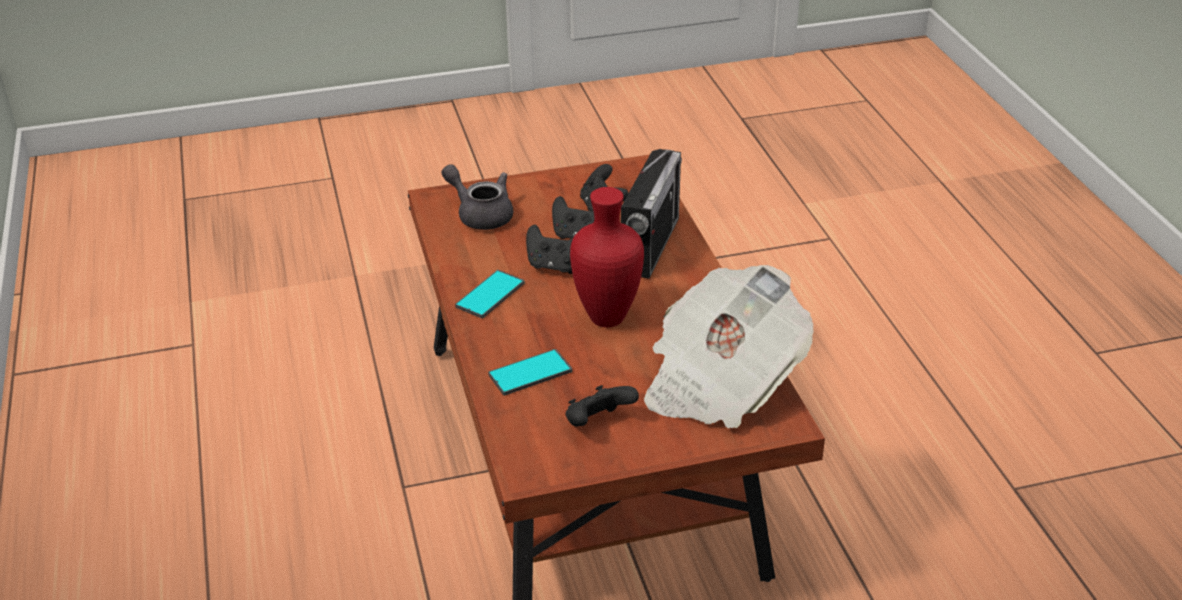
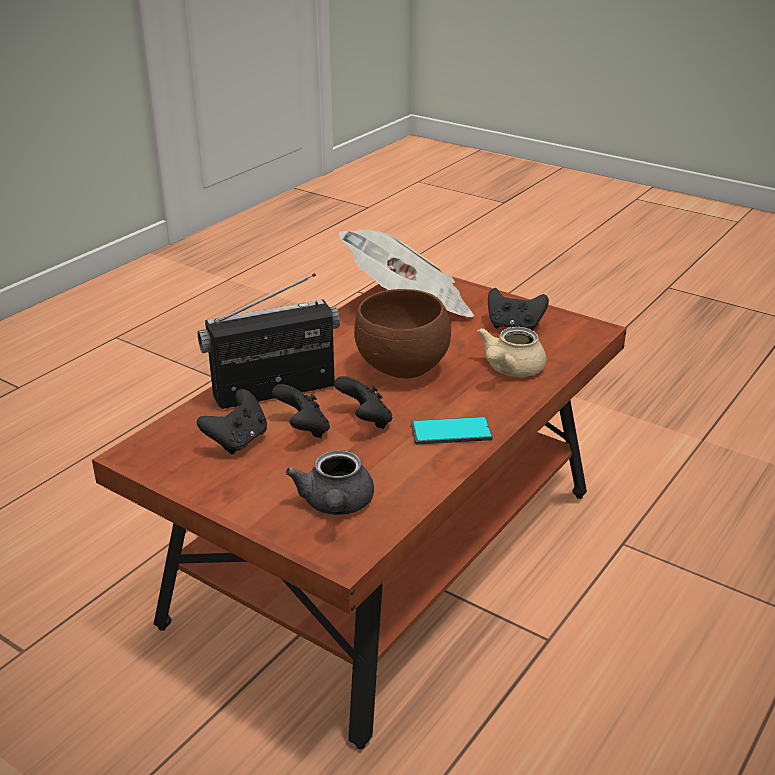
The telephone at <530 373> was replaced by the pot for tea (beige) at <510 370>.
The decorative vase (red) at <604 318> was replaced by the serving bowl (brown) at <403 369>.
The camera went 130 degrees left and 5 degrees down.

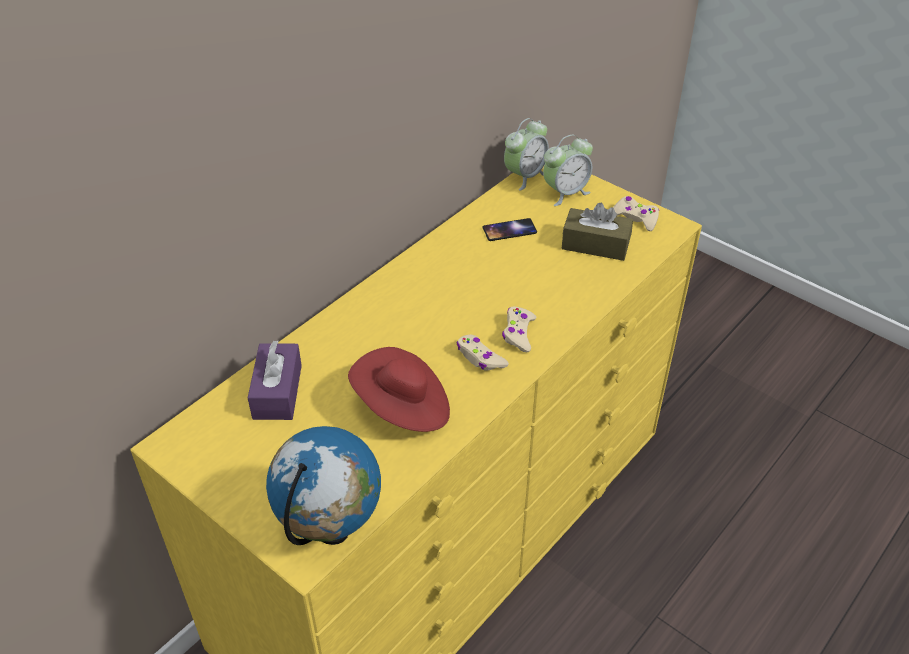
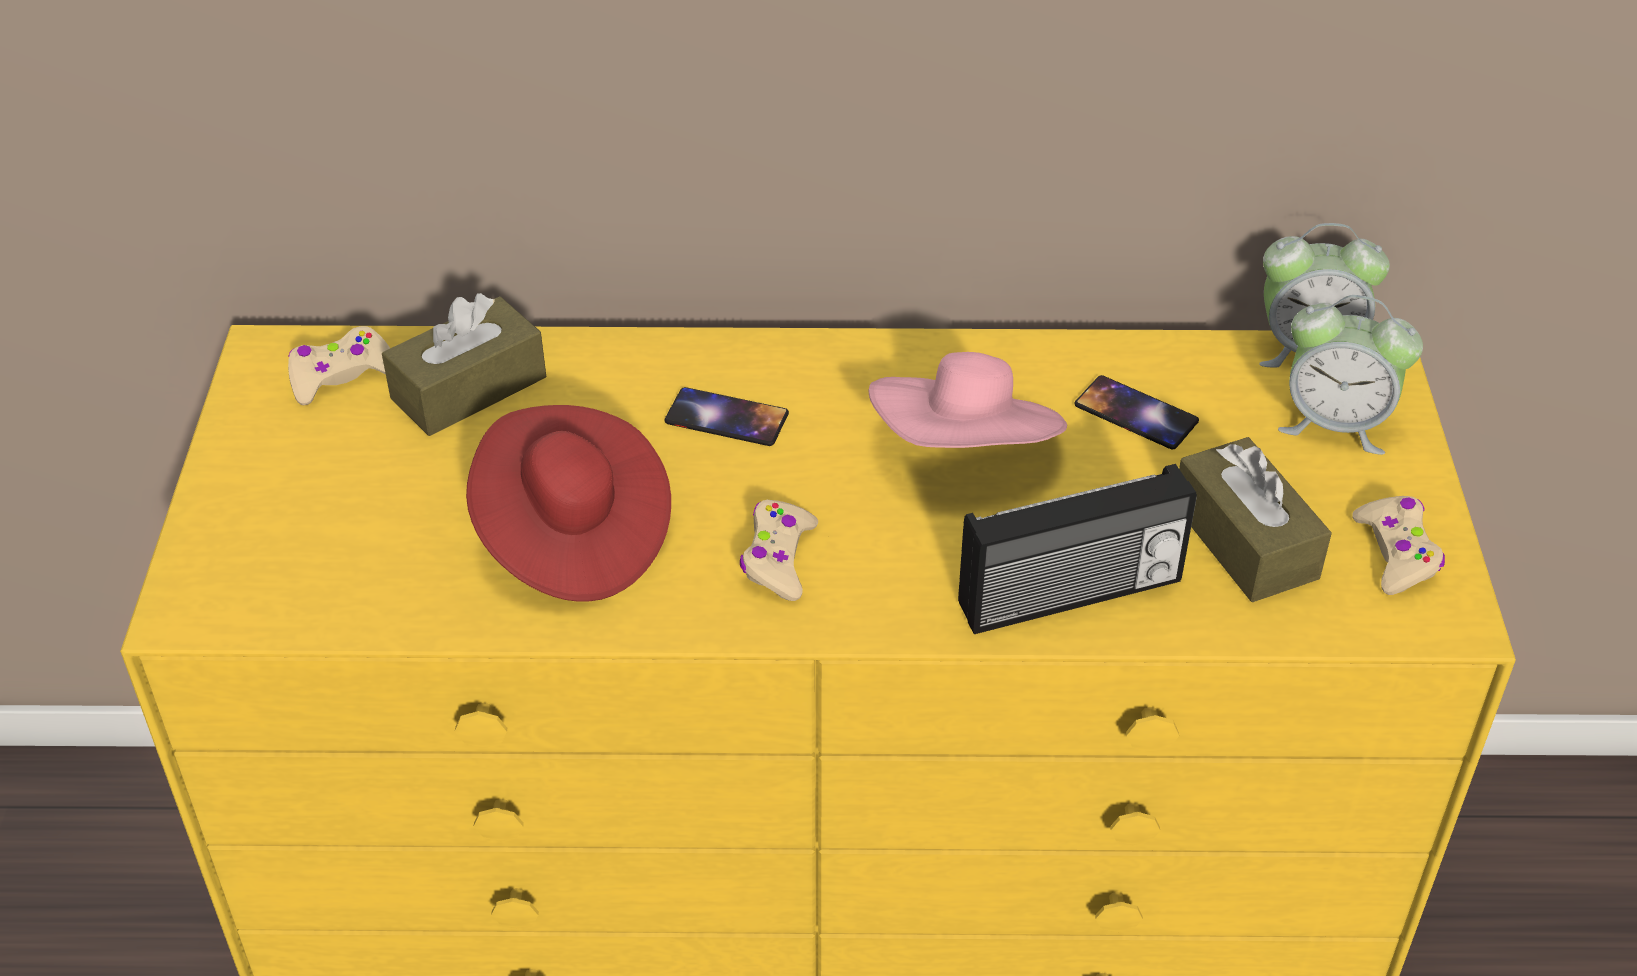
The desk globe at <332 531> disappeared.
The telephone at <726 418> appeared.
The hat (pink-coloured) at <966 450> appeared.
The radio receiver at <1071 596> appeared.
The joypad (beige) moved from <518 333> to <341 375>.
The tissue holder (purple) at <277 392> became the tissue holder (brown) at <469 388>.
The camera went 50 degrees right and 0 degrees up.

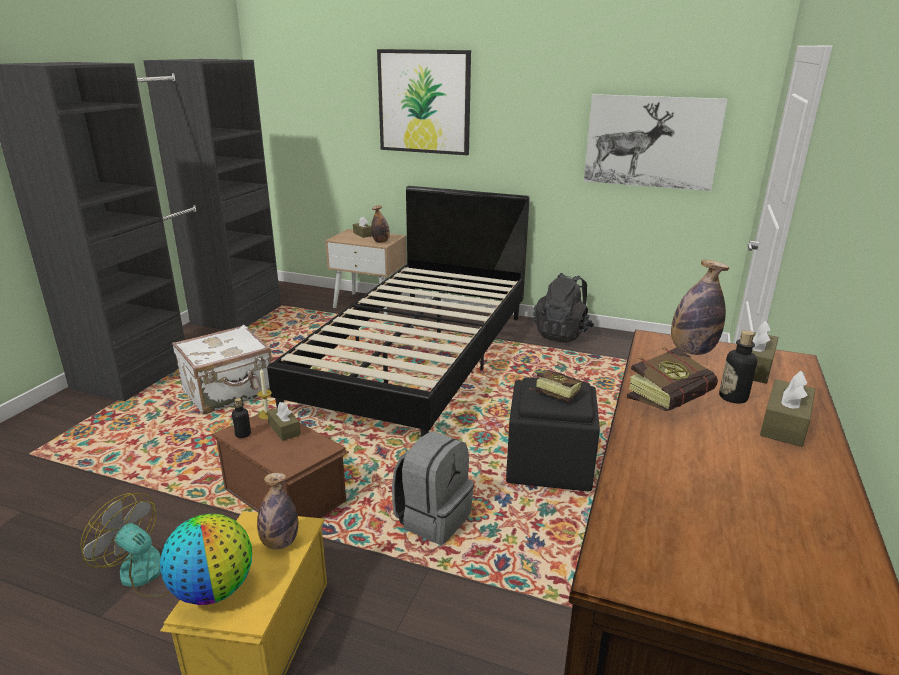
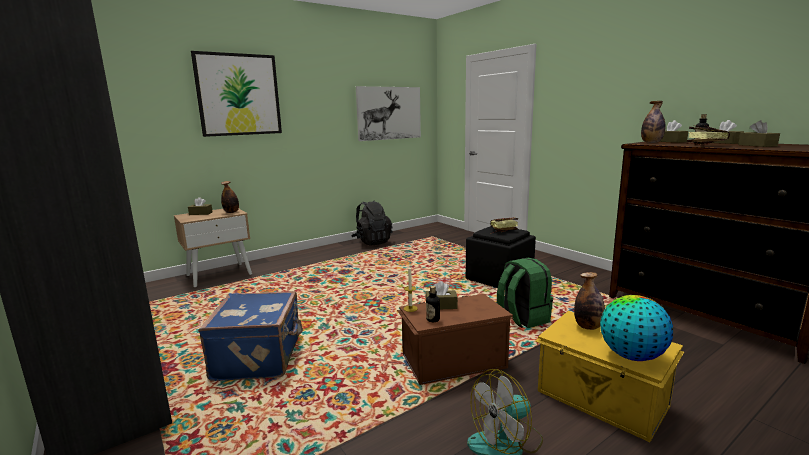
The sleeping bed (blackish) at <418 360> disappeared.
The tissue holder (brown) at <757 145> appeared.
The piece of luggage (white) at <229 392> became the piece of luggage (blue) at <260 357>.
The rucksack (gray) at <433 518> became the rucksack (green-coloured) at <522 318>.
The camera went 55 degrees left and 10 degrees down.

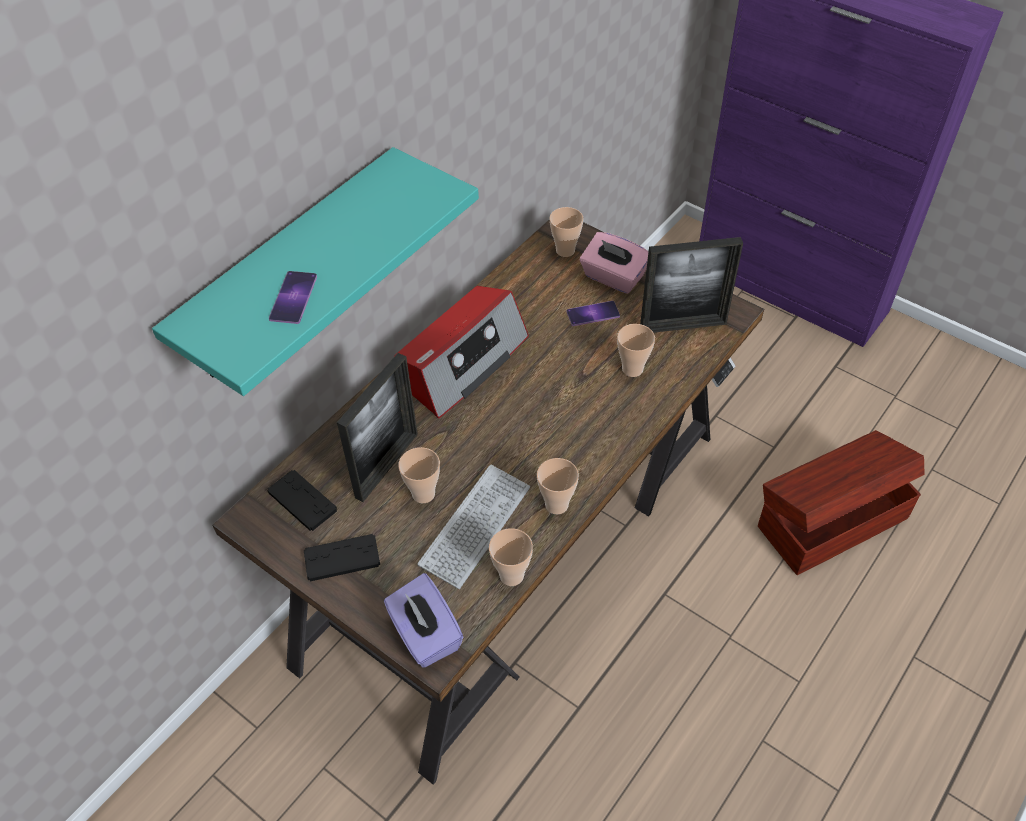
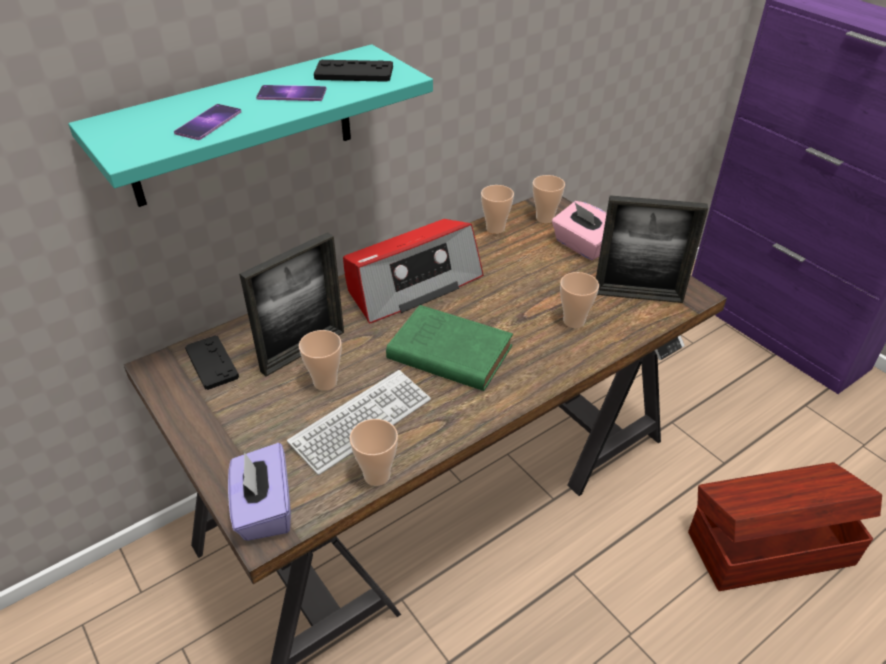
The book (green-coloured) at <447 352> appeared.
The joypad (blackish) moved from <342 558> to <354 73>.
The small cup moved from <556 504> to <495 229>.
The telephone moved from <593 313> to <291 94>.
The camera went 15 degrees right and 10 degrees down.

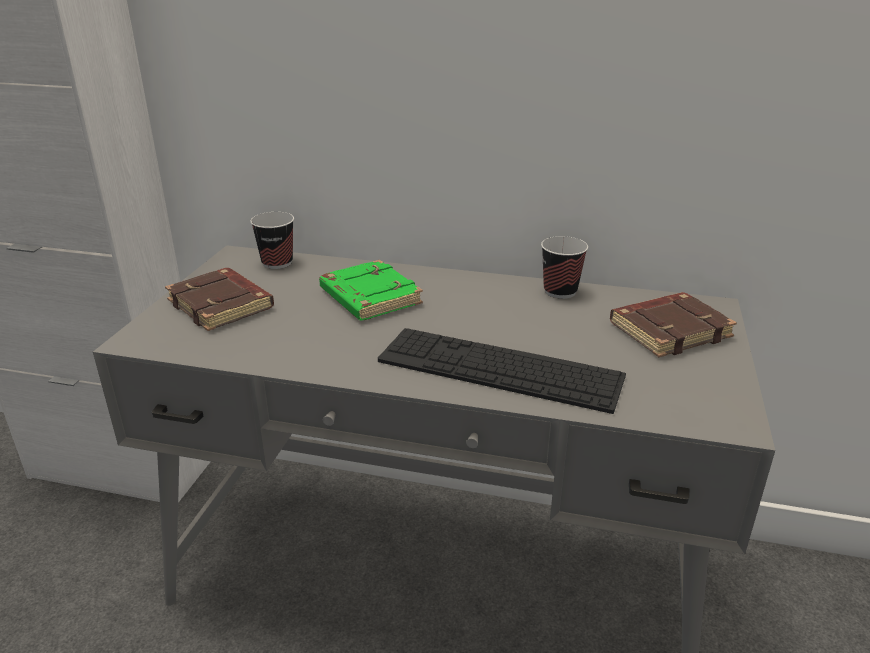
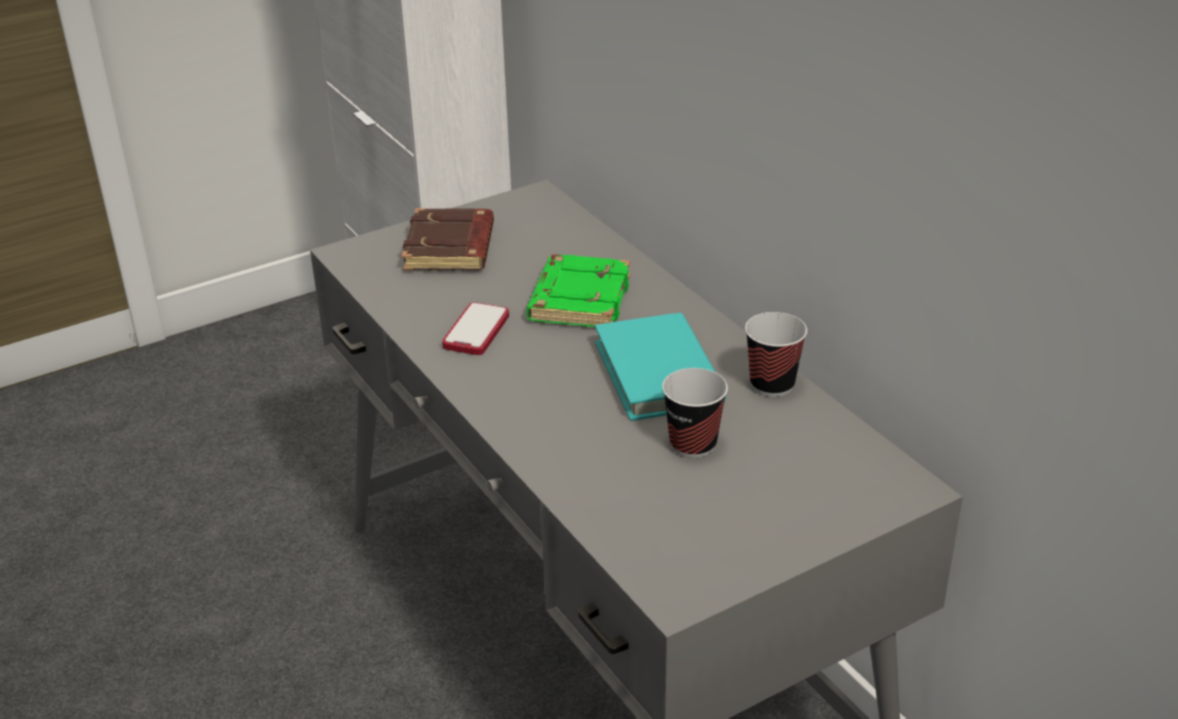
The computer keyboard at <499 368> disappeared.
The book (brown) at <669 330> disappeared.
The telephone at <476 331> appeared.
The book (blue-green) at <658 373> appeared.
The small cup moved from <277 263> to <693 444>.
The camera went 45 degrees right and 5 degrees up.

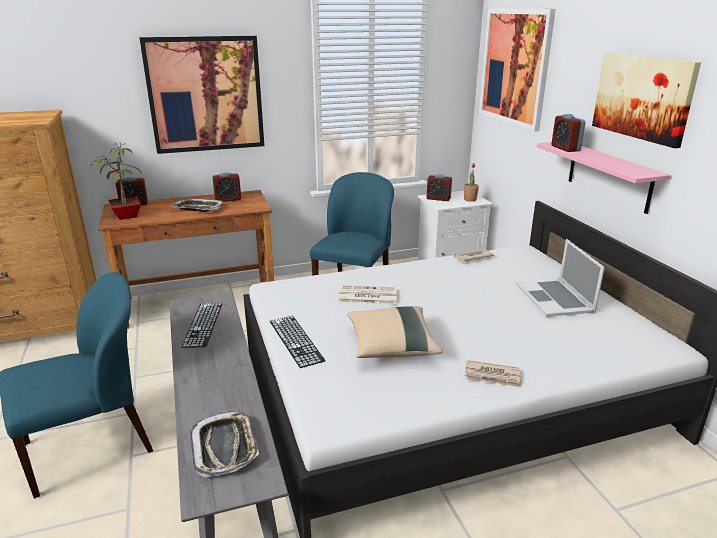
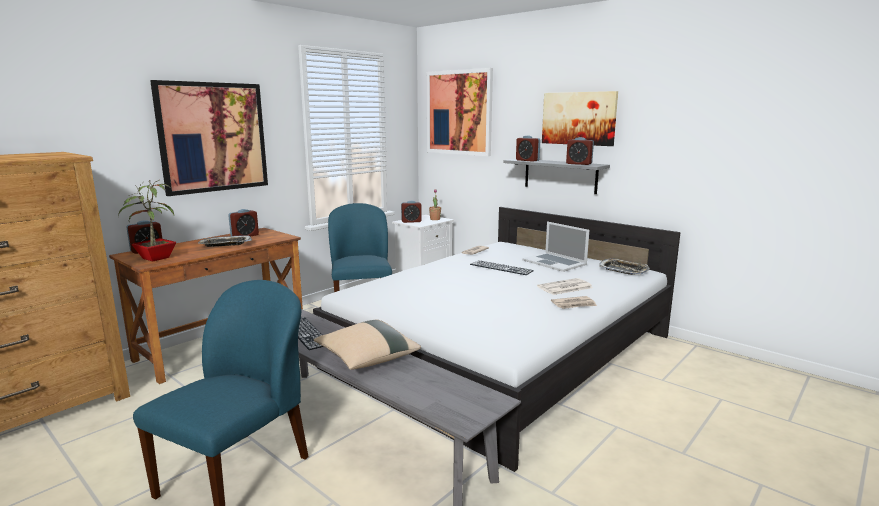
The table clock at <579 164> appeared.
The serving tray moved from <225 447> to <623 270>.
The computer keyboard moved from <296 340> to <501 267>.
The printed paper moved from <367 296> to <564 287>.
The throw pillow (beige) moved from <391 346> to <366 358>.
The bracket shelf (pink-coloured) at <609 176> became the bracket shelf (gray) at <560 175>.
The camera went 30 degrees left and 10 degrees down.

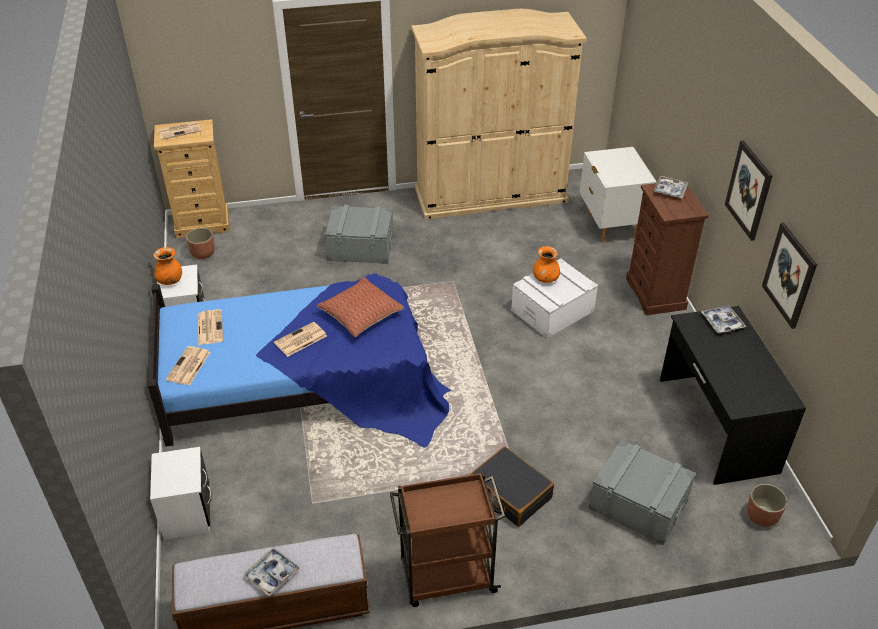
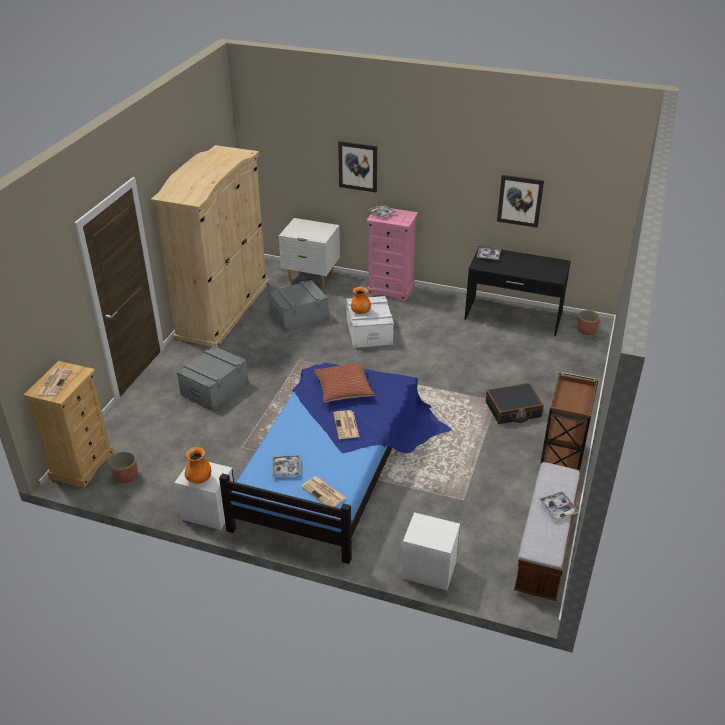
The storage bin (gray) moved from <638 504> to <299 316>.
The wall art moved from <749 190> to <358 166>.
The printed paper at <210 327> was replaced by the serving tray at <286 469>.
The chest of drawers (brown) at <656 294> became the chest of drawers (pink-coloured) at <391 289>.
The camera went 60 degrees left and 5 degrees down.

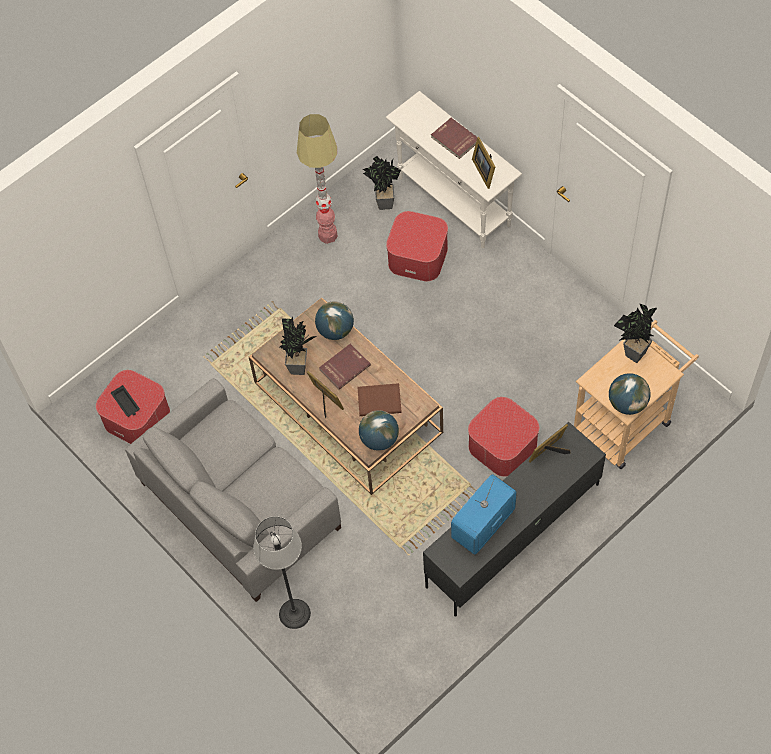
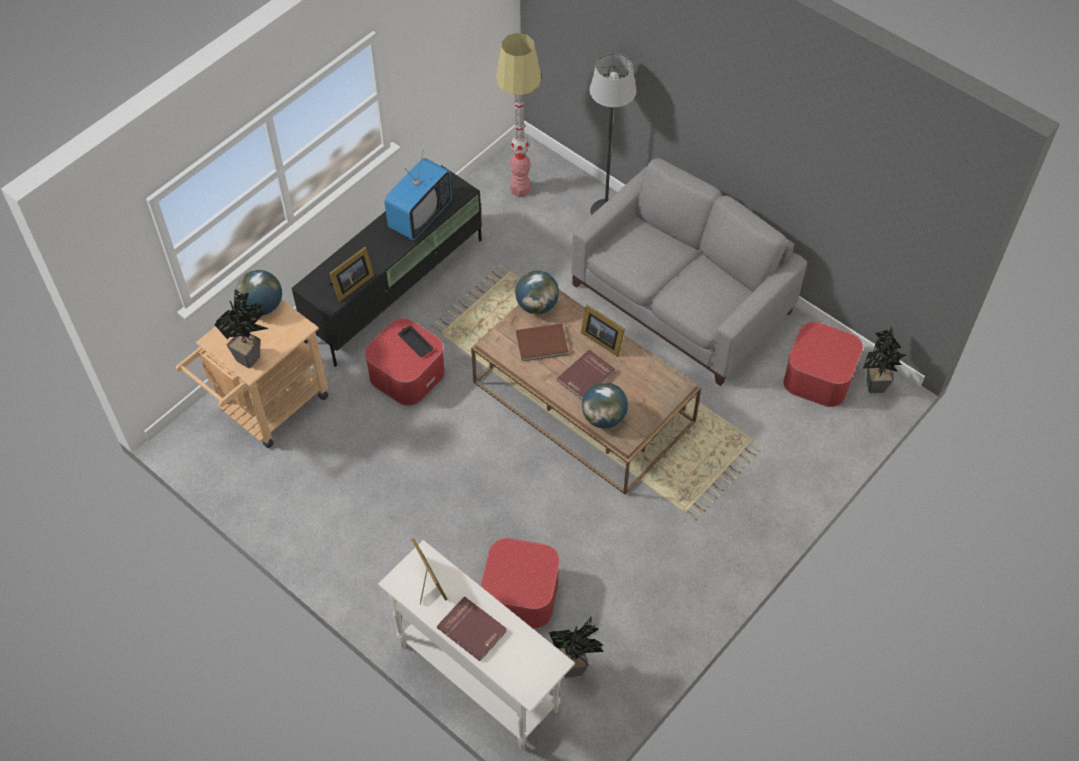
The serving tray (blackish) moved from <126 403> to <415 342>.
The plant in a pot moved from <300 365> to <874 389>.
The standing lamp moved from <328 235> to <520 189>.
The camera went 170 degrees right and 5 degrees down.

